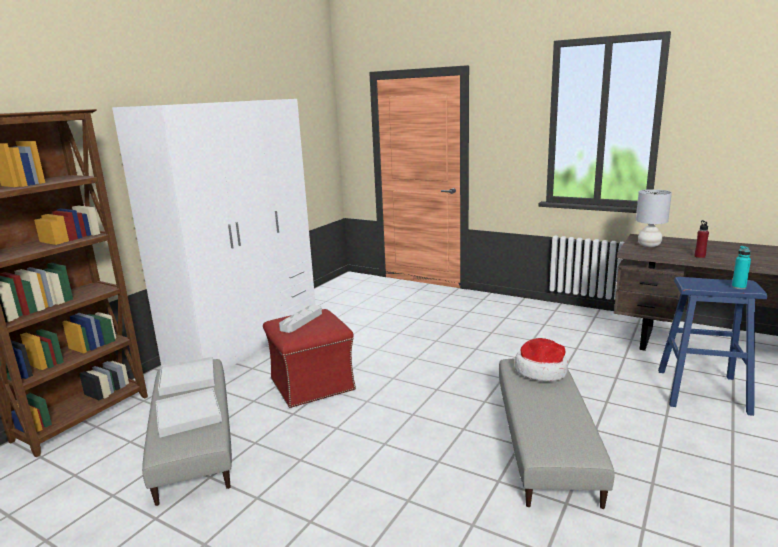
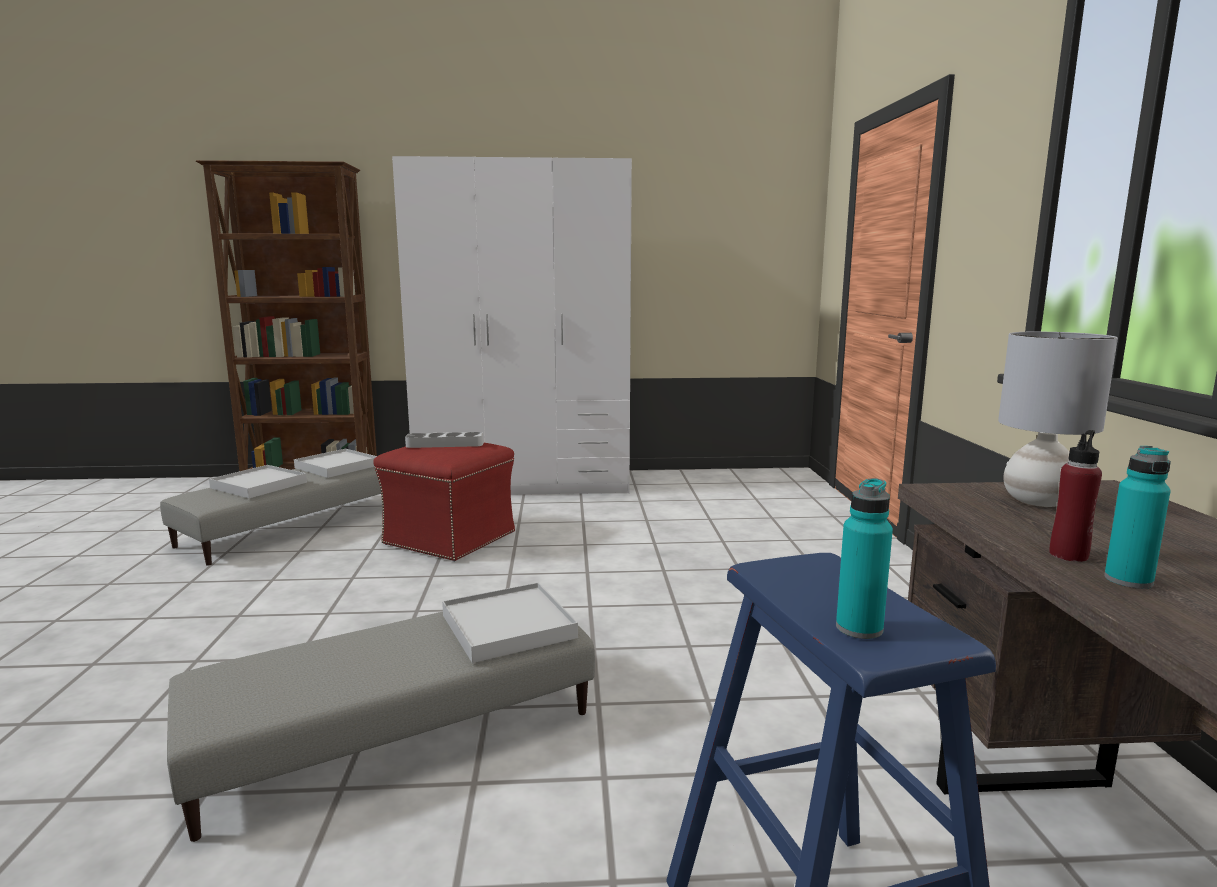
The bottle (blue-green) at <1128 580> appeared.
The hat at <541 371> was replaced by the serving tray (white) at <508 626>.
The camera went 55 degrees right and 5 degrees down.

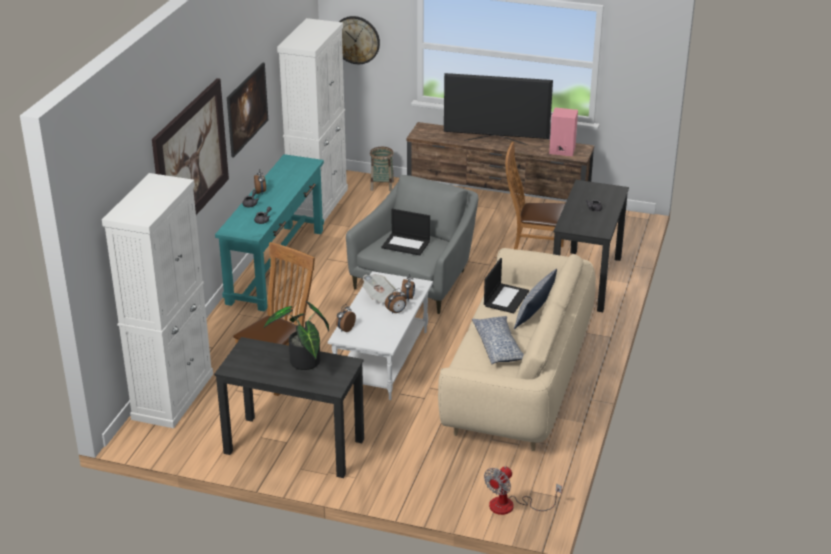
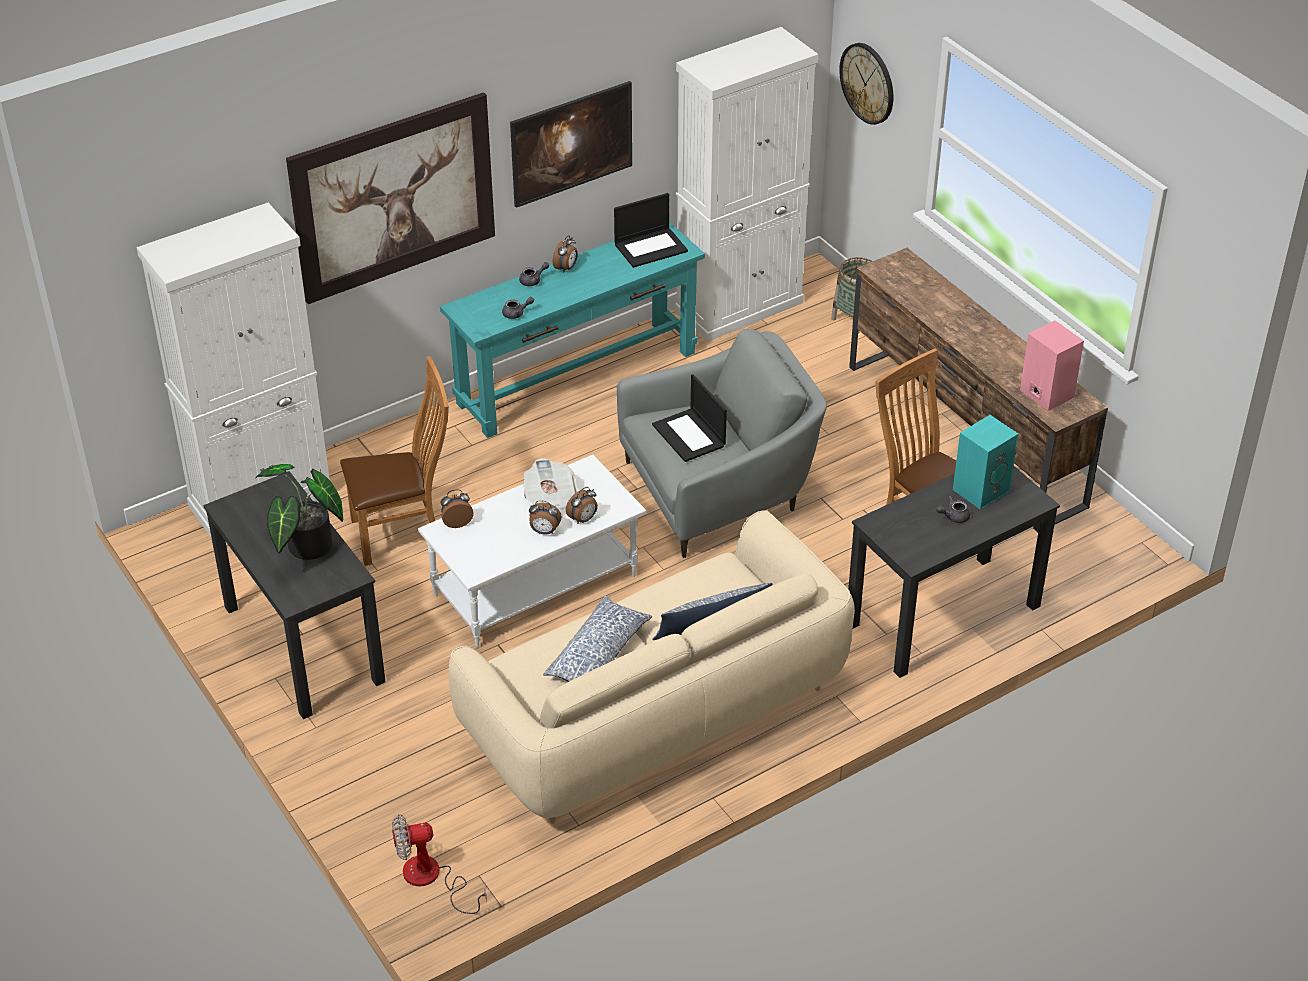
The TV set at <496 142> disappeared.
The speaker (blue-green) at <981 489> appeared.
The notebook computer moved from <506 298> to <651 247>.
The camera went 40 degrees right and 10 degrees up.

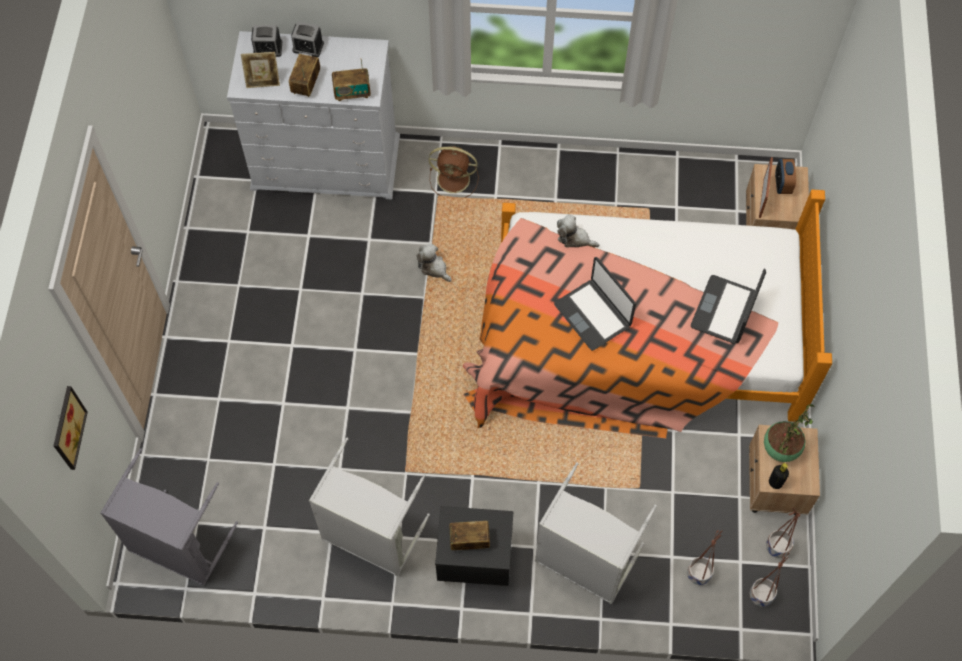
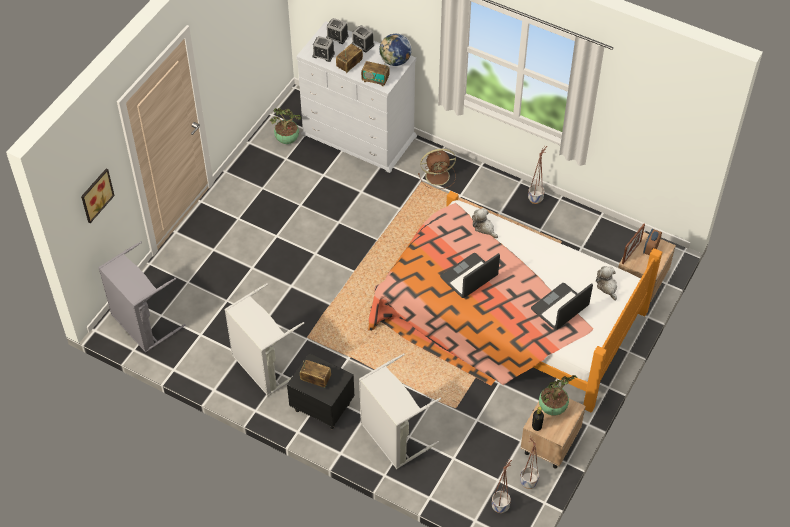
The plant in a pot at <288 140> appeared.
The desk globe at <395 61> appeared.
The plush toy moved from <434 268> to <607 286>.
The flower pot moved from <698 574> to <535 198>.
The standing frame at <263 81> was replaced by the table clock at <323 55>.
The fan (brown) at <455 179> turned 45 degrees counterclockwise.
The notebook computer at <593 315> turned 60 degrees clockwise.
The camera went 25 degrees right and 10 degrees down.

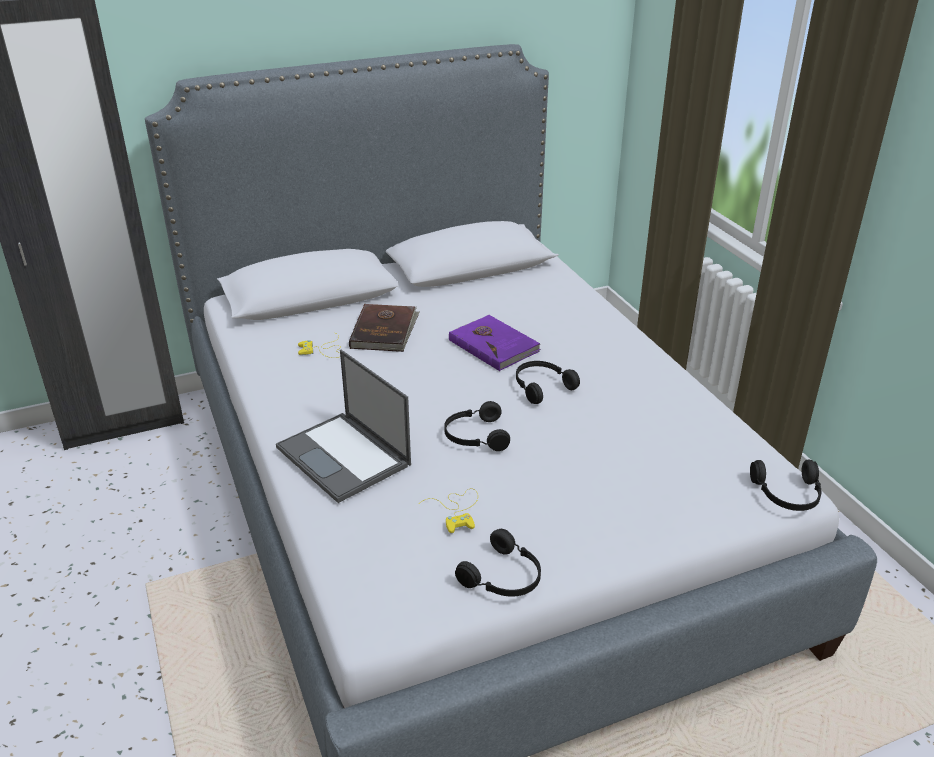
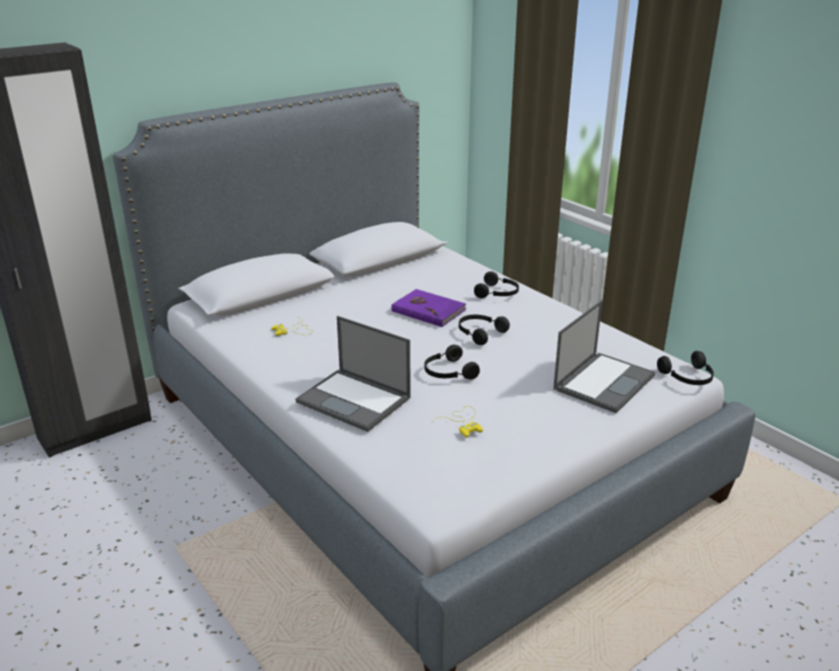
The book (brown) at <385 330> disappeared.
The notebook computer at <604 381> appeared.
The pair of headphones (blackish) moved from <504 577> to <498 293>.
The camera went 15 degrees left and 5 degrees down.

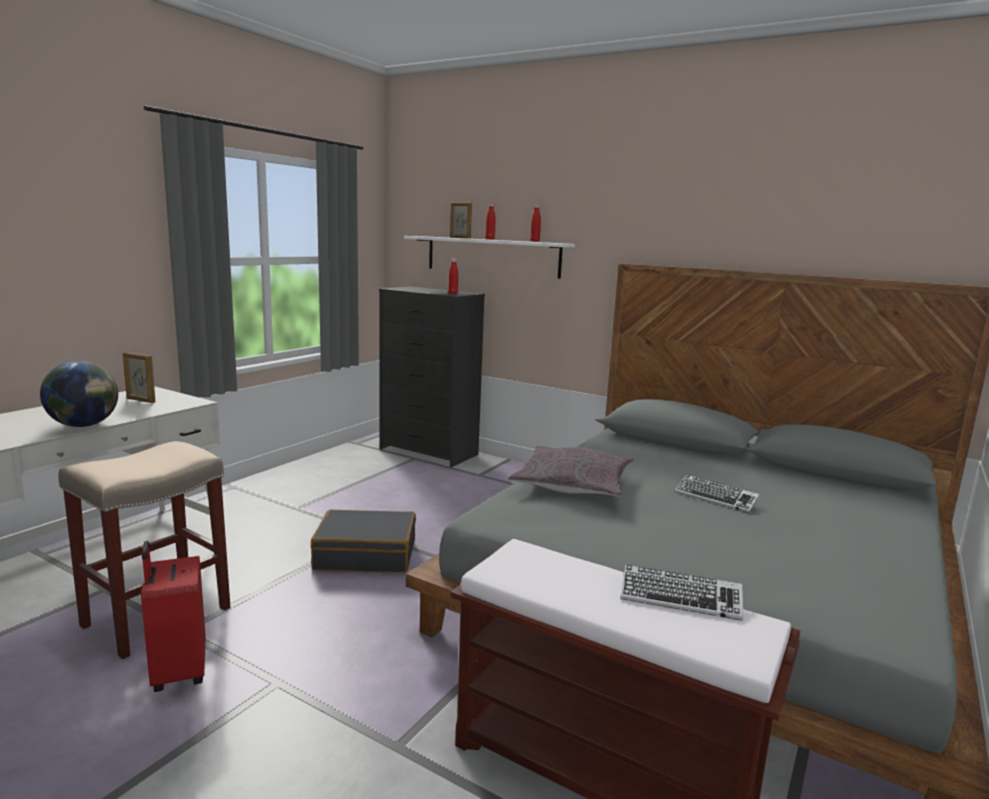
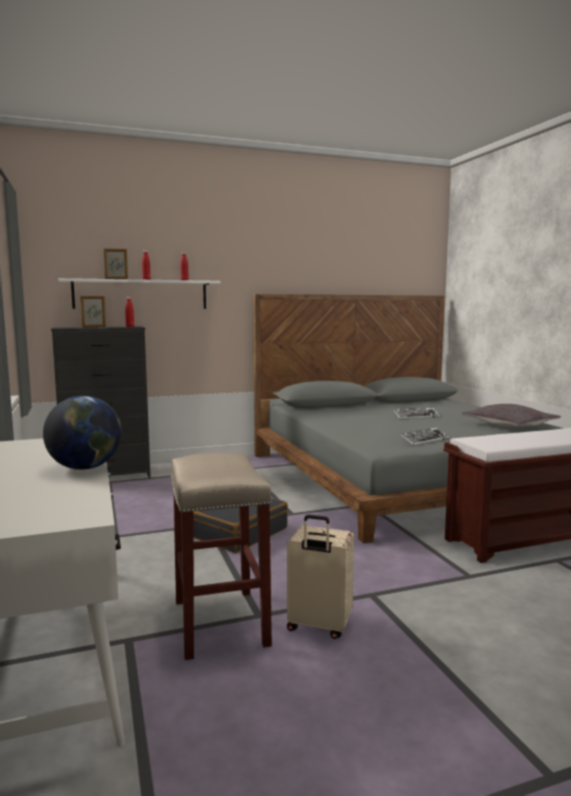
The standing frame moved from <140 400> to <94 327>.
The throw pillow (gray) moved from <572 484> to <509 425>.
The computer keyboard moved from <680 599> to <424 440>.
The piece of luggage (red) at <177 672> became the piece of luggage (beige) at <318 626>.
The camera went 50 degrees left and 5 degrees down.

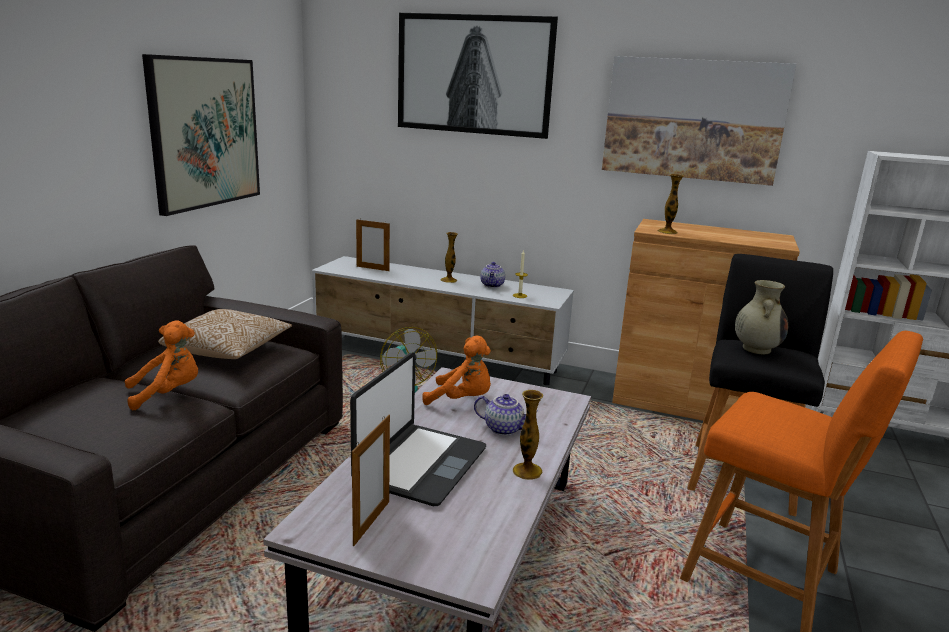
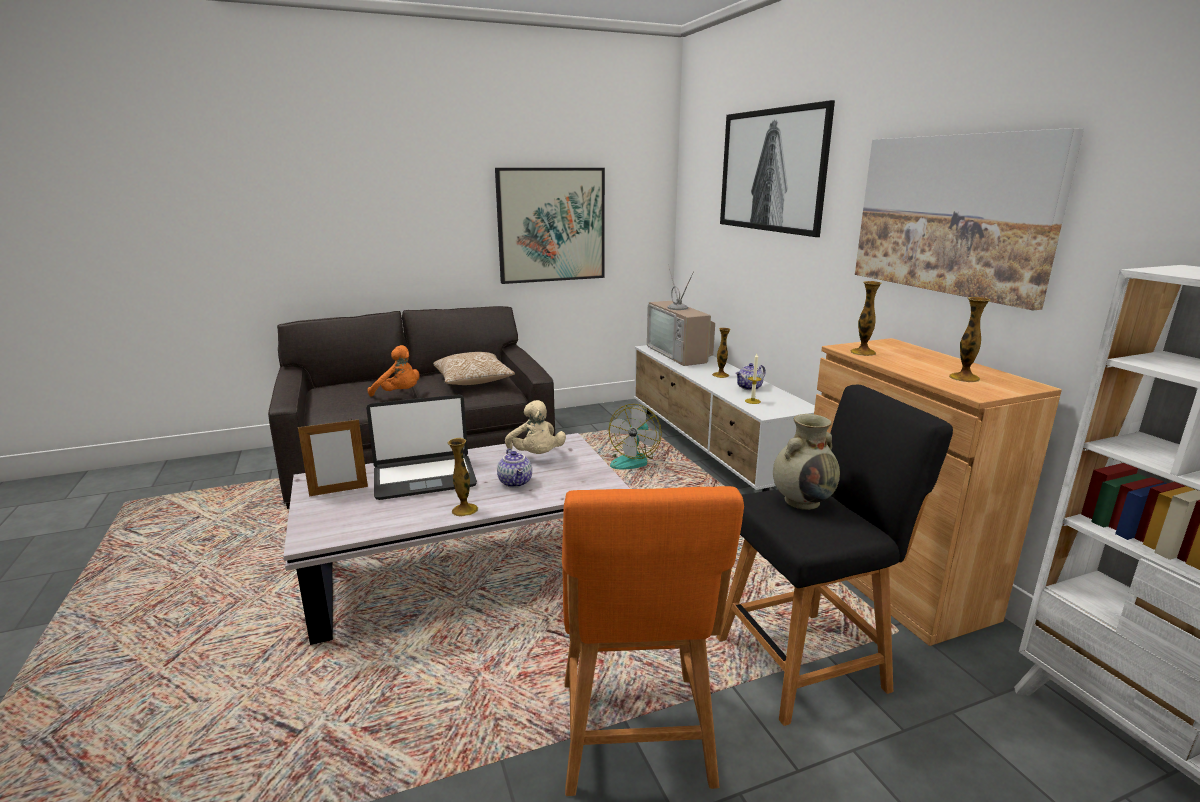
The decorative vase at <964 378> appeared.
The standing frame at <372 268> was replaced by the TV set at <681 354>.
The plush toy (orangey) at <462 400> became the plush toy (beige) at <536 456>.
The camera went 50 degrees right and 0 degrees up.

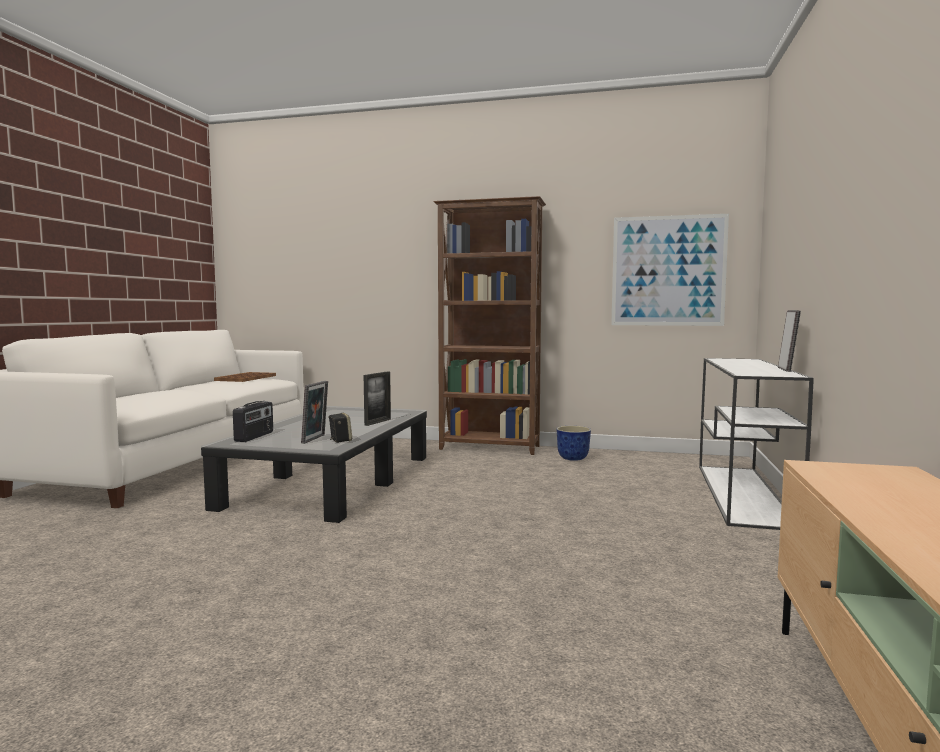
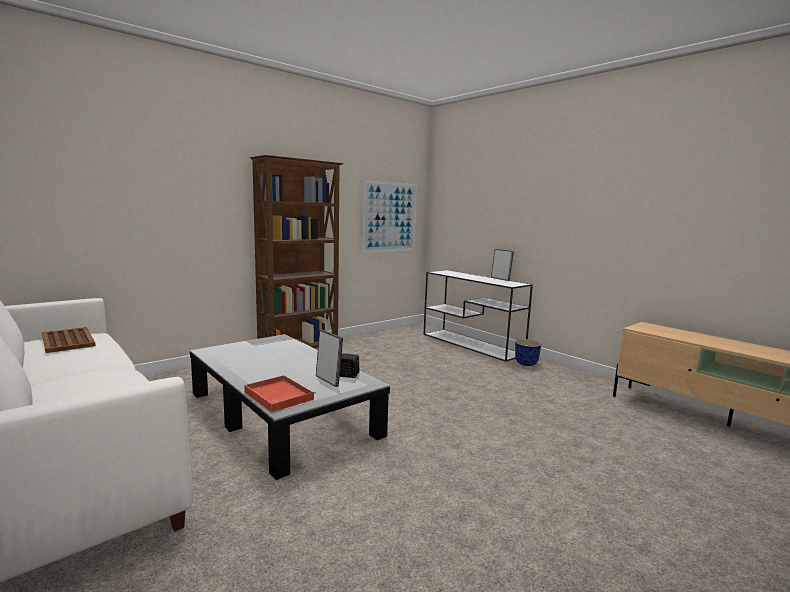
The standing frame at <378 422> disappeared.
The flower pot moved from <573 458> to <526 363>.
The radio receiver at <255 436> was replaced by the serving tray (red) at <278 395>.
The camera went 55 degrees left and 5 degrees up.

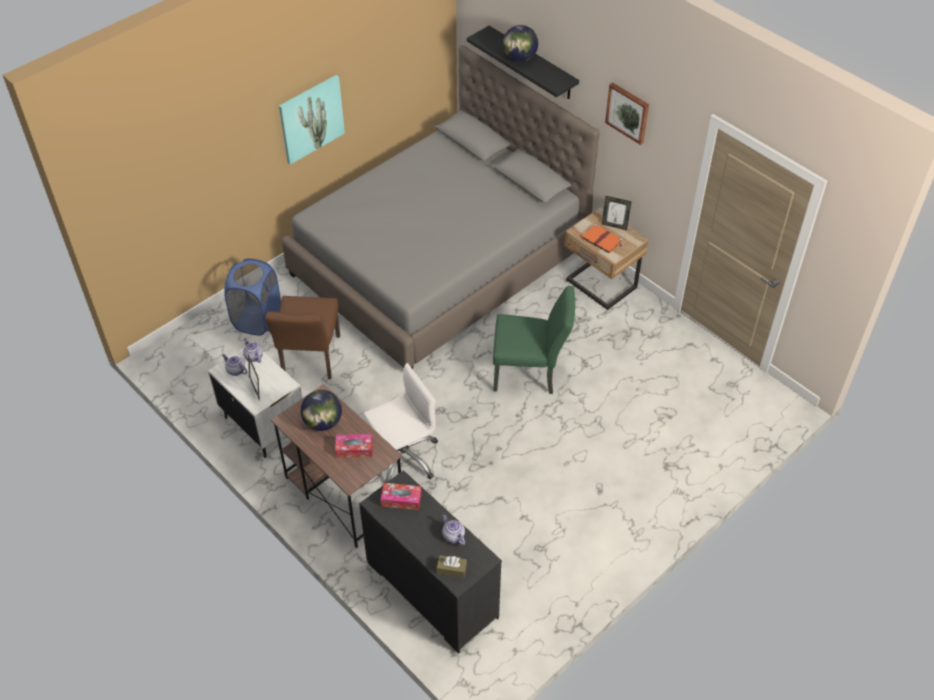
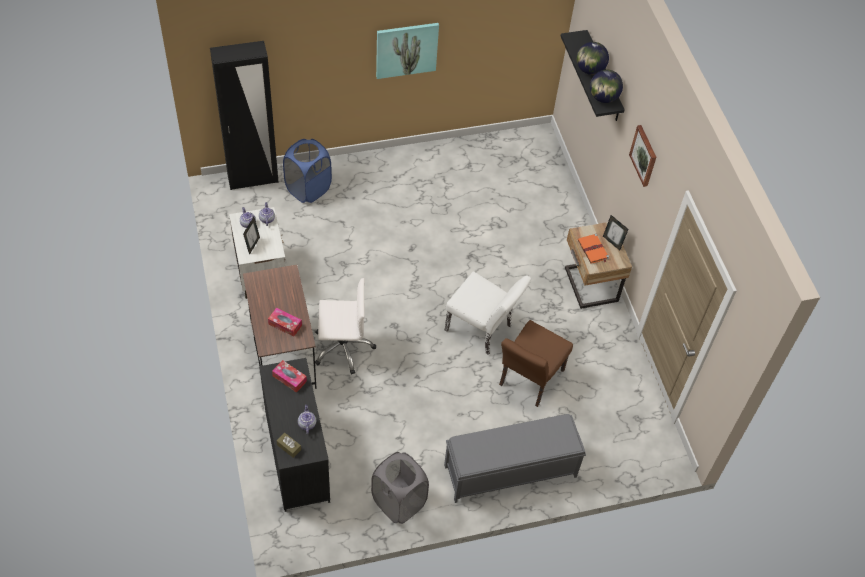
The sleeping bed (gray) at <439 263> disappeared.
The clothes cupboard (blackish) at <253 179> appeared.
The washing basket (gray) at <398 502> appeared.
The indoor bench (gray) at <509 471> appeared.
The chair (brown) moved from <309 360> to <528 381>.
The desk globe moved from <323 422> to <603 98>.
The chair (green-coloured) at <530 373> became the chair (white) at <482 330>.
The camera went 25 degrees right and 5 degrees up.

